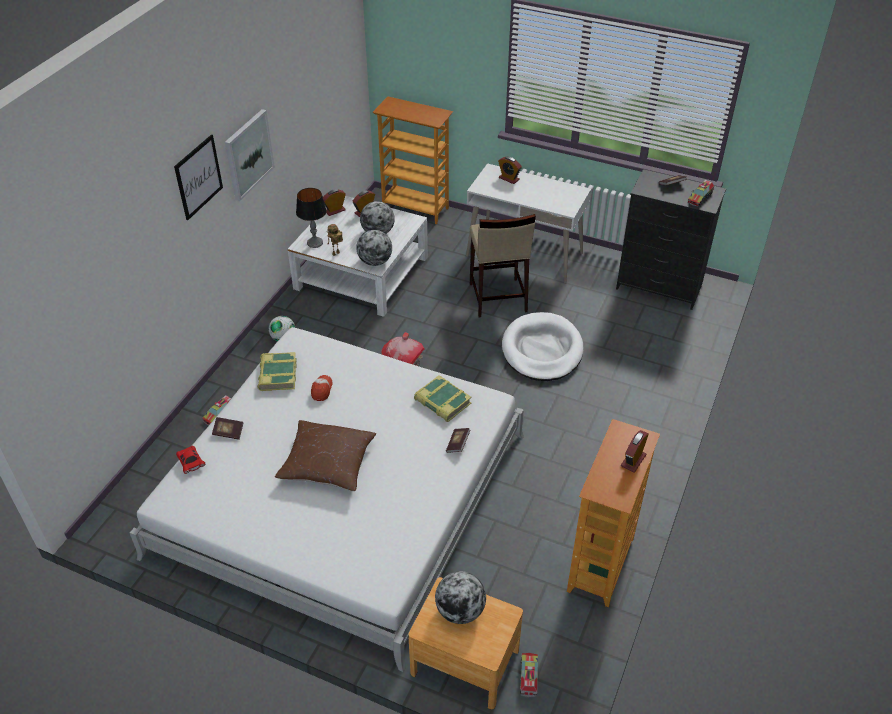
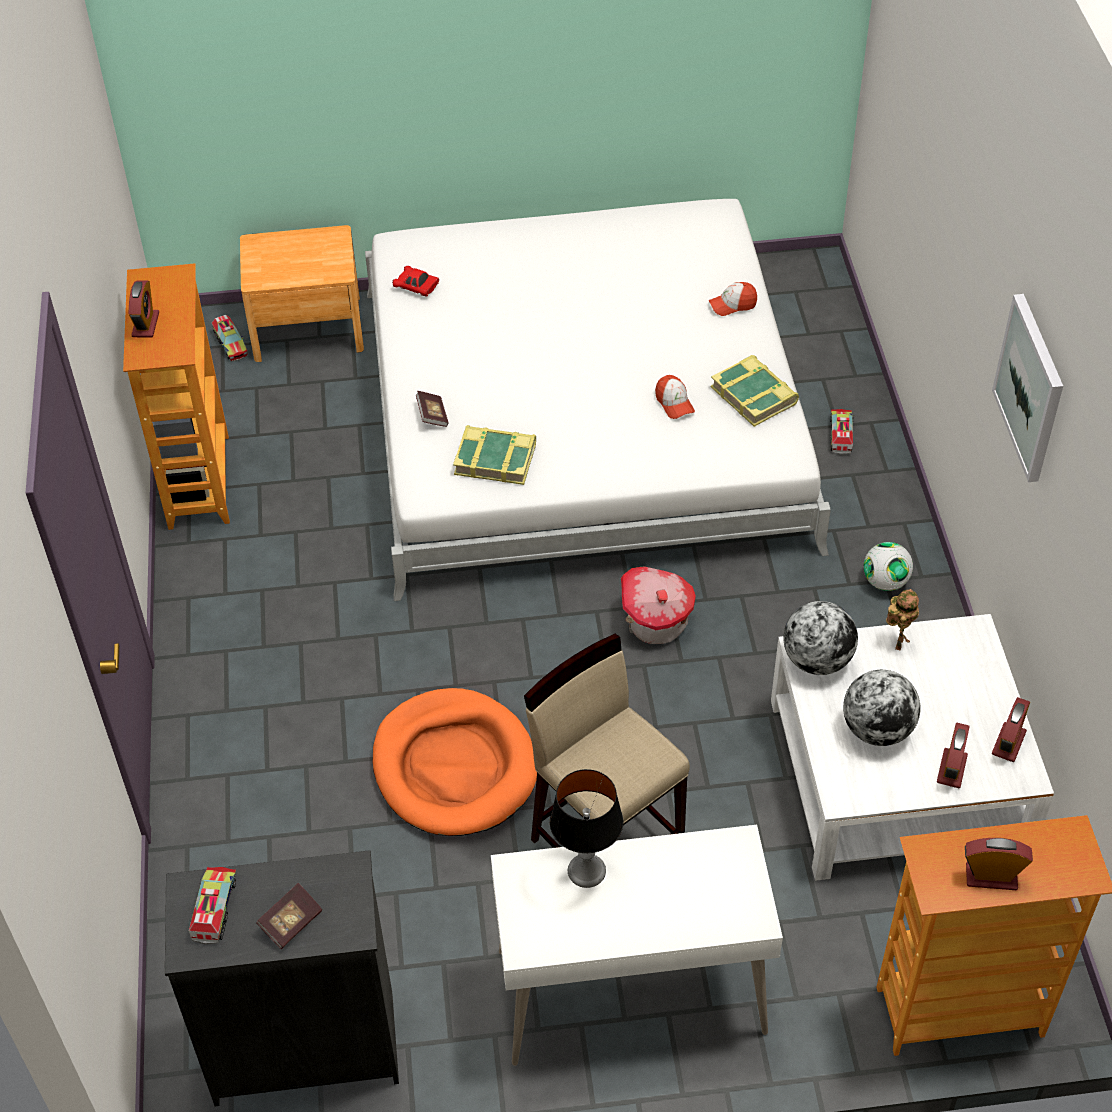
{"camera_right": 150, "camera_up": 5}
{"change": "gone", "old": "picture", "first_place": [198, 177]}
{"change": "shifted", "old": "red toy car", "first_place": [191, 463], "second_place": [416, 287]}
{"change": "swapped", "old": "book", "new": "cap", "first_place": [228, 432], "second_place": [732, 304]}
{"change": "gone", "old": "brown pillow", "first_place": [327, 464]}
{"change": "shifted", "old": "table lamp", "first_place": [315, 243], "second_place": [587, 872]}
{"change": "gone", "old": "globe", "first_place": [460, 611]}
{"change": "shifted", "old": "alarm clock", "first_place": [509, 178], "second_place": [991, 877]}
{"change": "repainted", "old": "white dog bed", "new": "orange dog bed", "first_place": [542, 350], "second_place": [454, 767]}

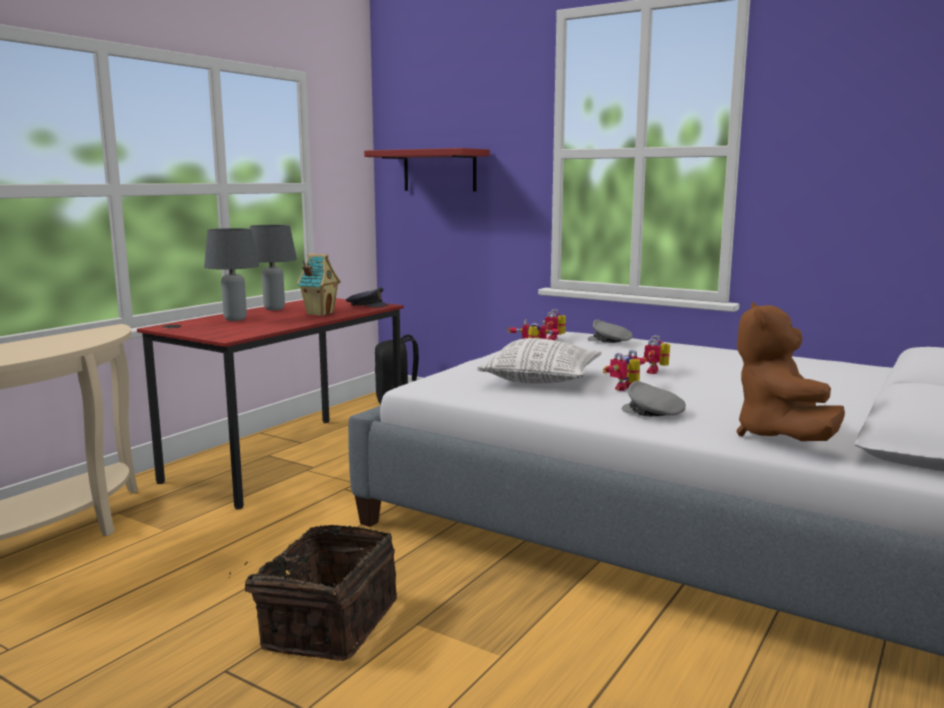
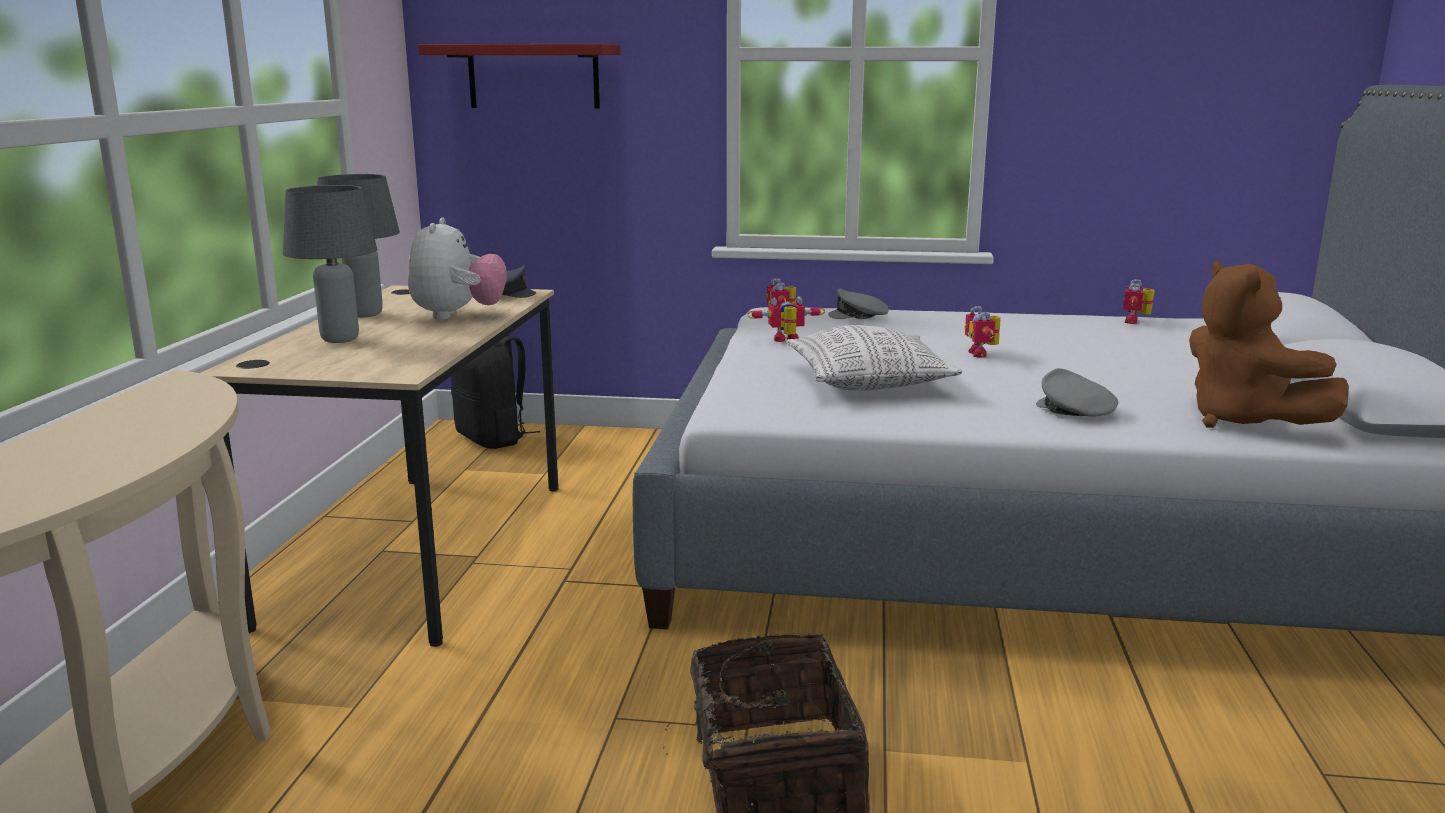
{"camera_right": -25, "camera_up": 5}
{"change": "repainted", "old": "red desk", "new": "beige desk", "first_place": [289, 458], "second_place": [423, 549]}
{"change": "swapped", "old": "toy house", "new": "plush toy", "first_place": [319, 313], "second_place": [458, 315]}
{"change": "shifted", "old": "toy robot", "first_place": [627, 389], "second_place": [1136, 321]}
{"change": "rotated", "old": "grey cap", "first_place": [652, 413], "second_place": [1073, 411], "degrees": 45}

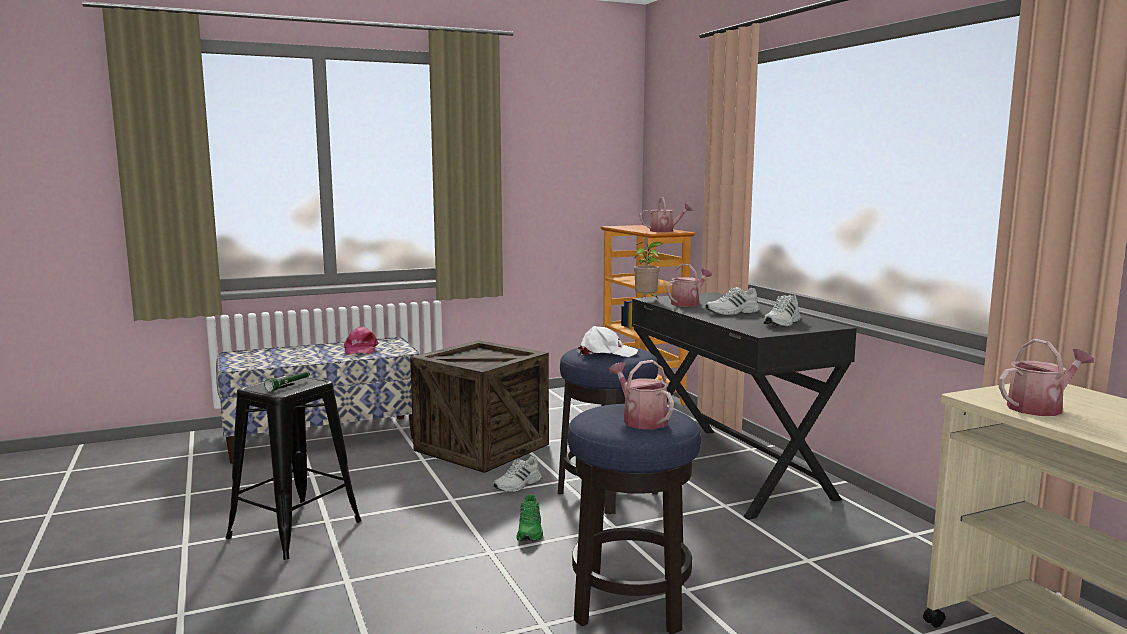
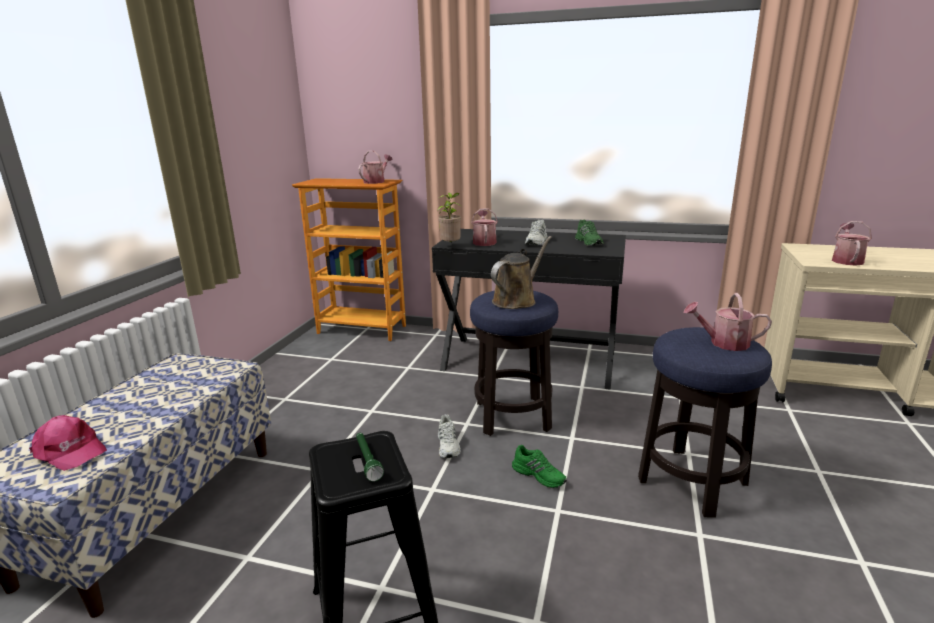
{"camera_right": -50, "camera_up": 10}
{"change": "shifted", "old": "pink cap", "first_place": [360, 350], "second_place": [70, 451]}
{"change": "gone", "old": "crate", "first_place": [482, 447]}
{"change": "swapped", "old": "white cap", "new": "brown watering can", "first_place": [606, 353], "second_place": [517, 300]}
{"change": "repainted", "old": "white shoe", "new": "green shoe", "first_place": [783, 323], "second_place": [589, 242]}

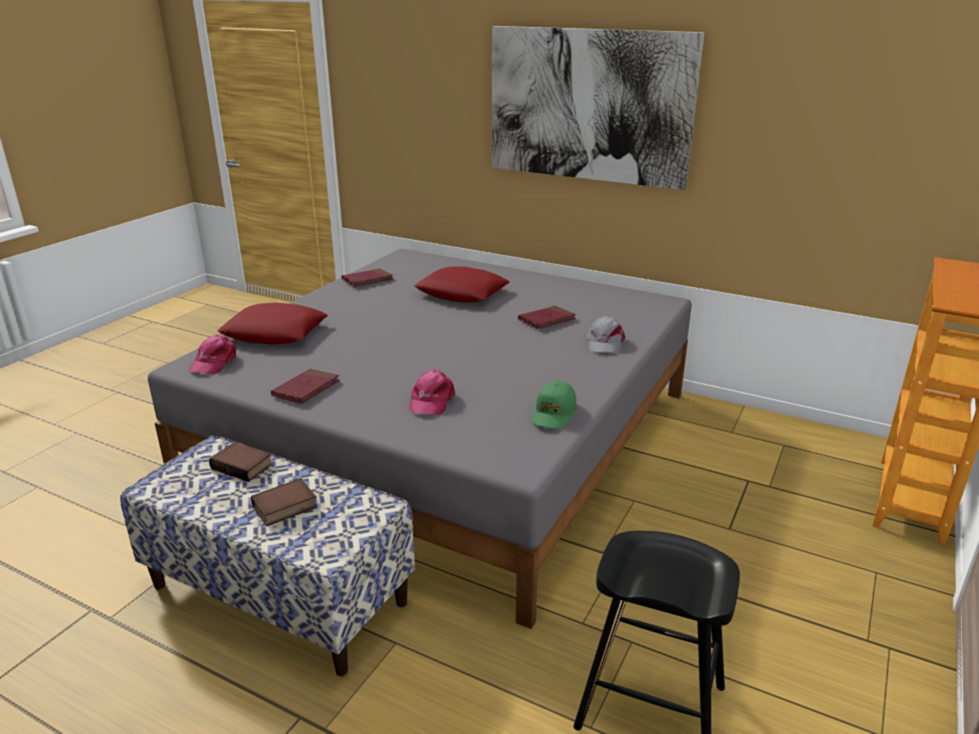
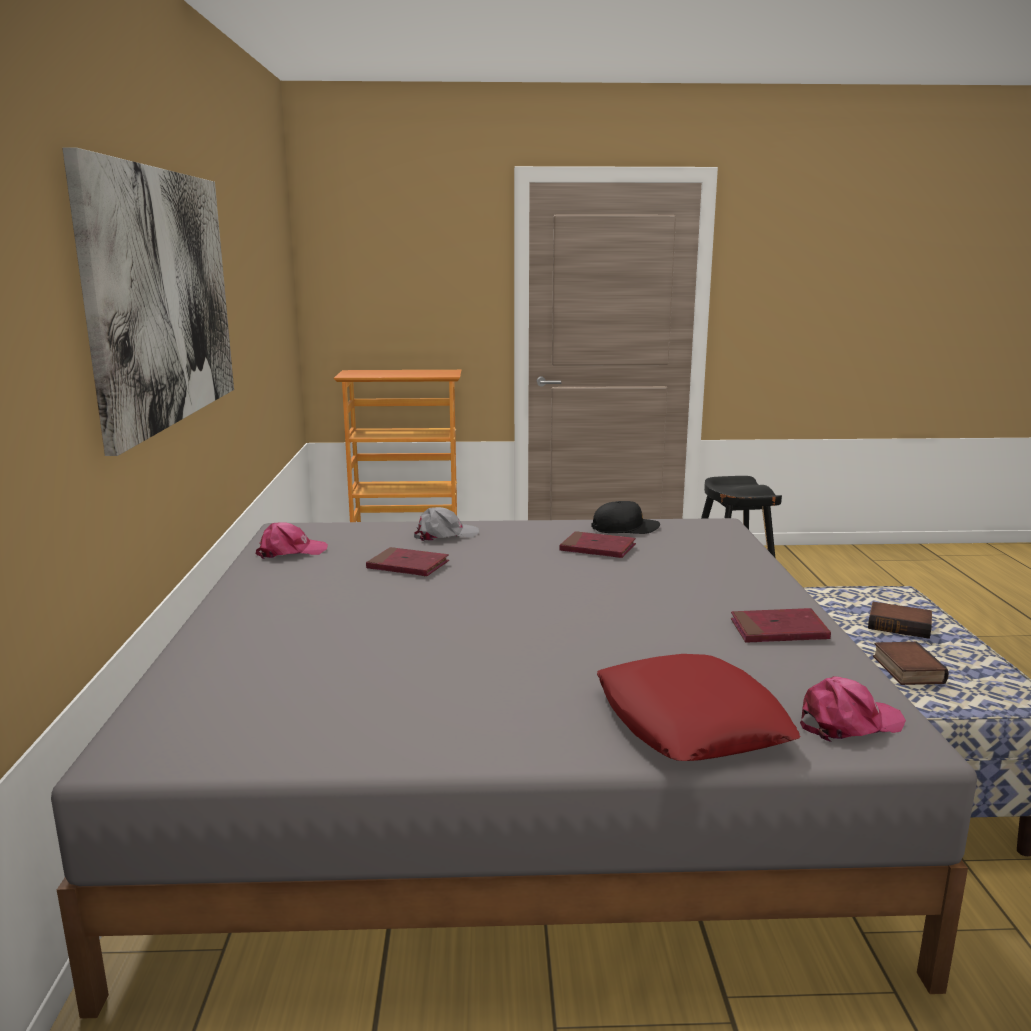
{"camera_right": -120, "camera_up": -10}
{"change": "shifted", "old": "red book", "first_place": [367, 280], "second_place": [597, 549]}
{"change": "shifted", "old": "pink cap", "first_place": [431, 400], "second_place": [290, 551]}
{"change": "gone", "old": "red pillow", "first_place": [462, 293]}
{"change": "repainted", "old": "green cap", "new": "black cap", "first_place": [554, 413], "second_place": [625, 528]}

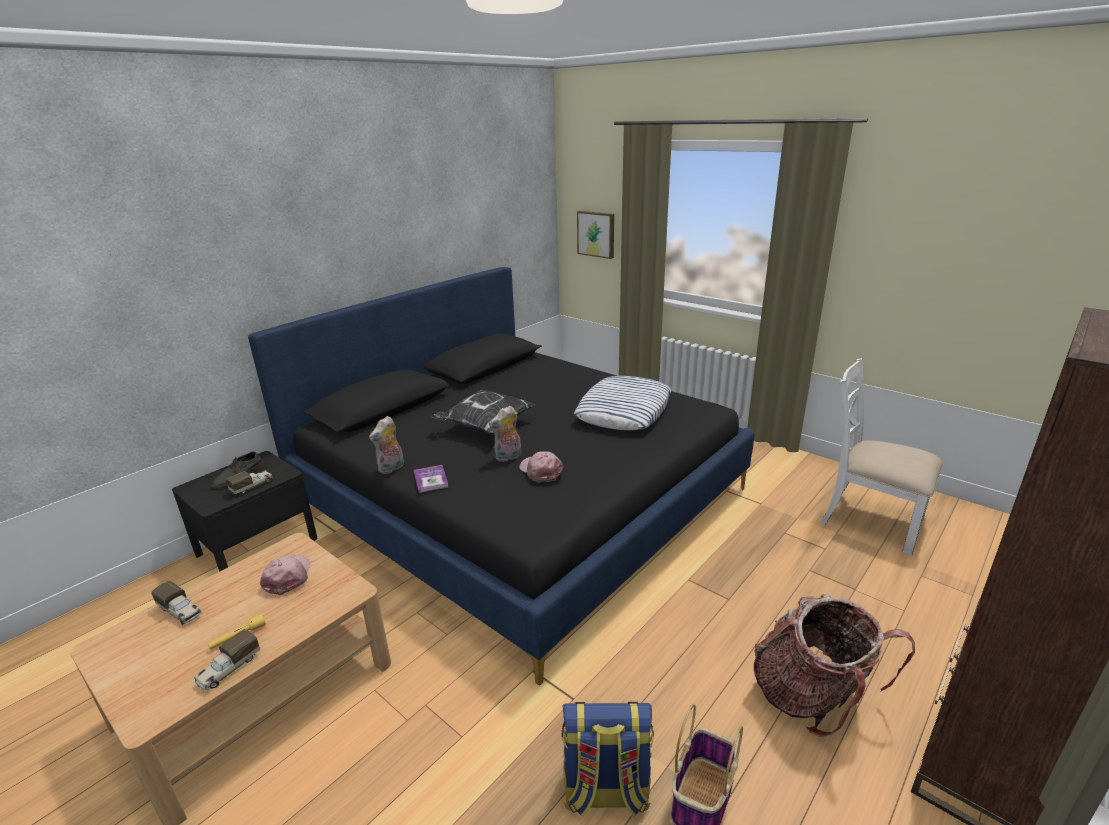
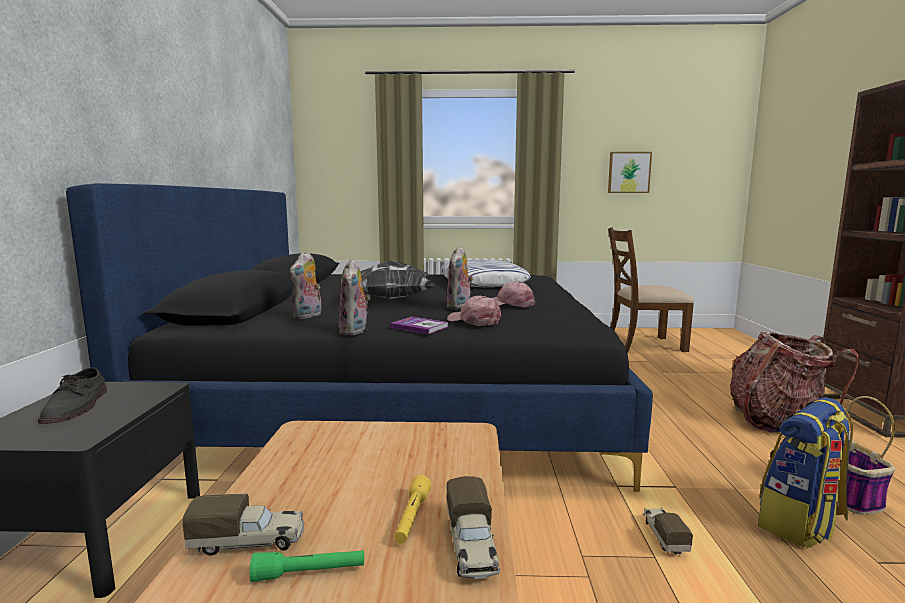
{"camera_right": -40, "camera_up": -15}
{"change": "shifted", "old": "toy truck", "first_place": [252, 486], "second_place": [664, 536]}
{"change": "shifted", "old": "pink cap", "first_place": [288, 577], "second_place": [474, 321]}
{"change": "shifted", "old": "picture", "first_place": [596, 234], "second_place": [628, 172]}
{"change": "repainted", "old": "white chair", "new": "brown chair", "first_place": [870, 520], "second_place": [644, 344]}
{"change": "new", "new": "green flashlight", "second_place": [309, 573]}
{"change": "new", "new": "plush toy", "second_place": [308, 316]}

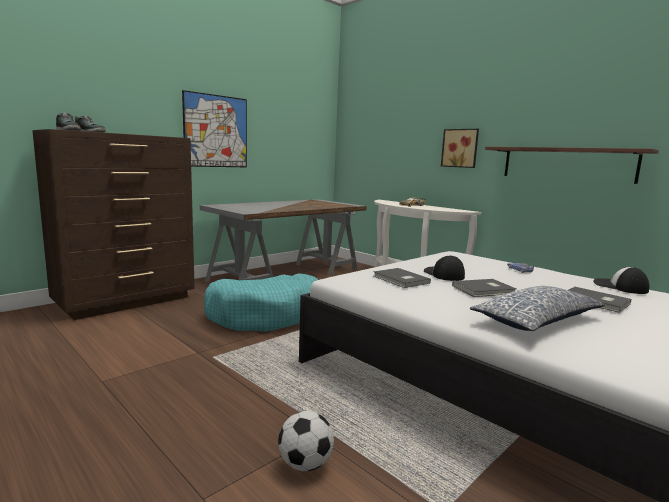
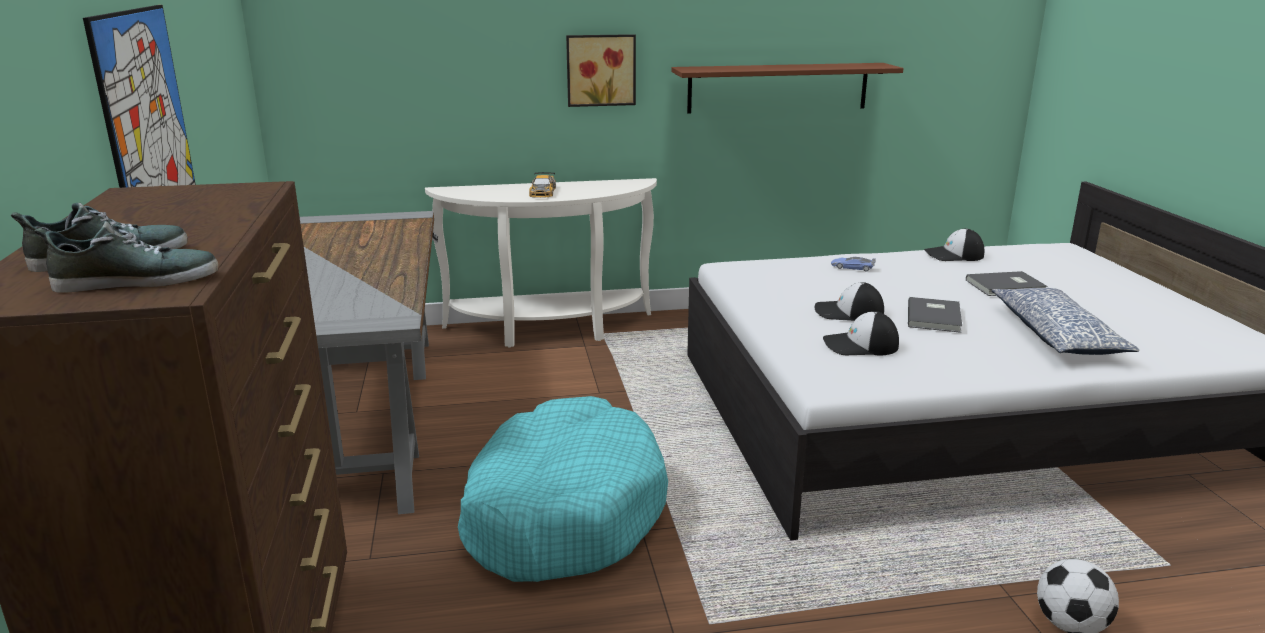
{"camera_right": -55, "camera_up": 10}
{"change": "swapped", "old": "grey book", "new": "cap", "first_place": [400, 280], "second_place": [860, 345]}

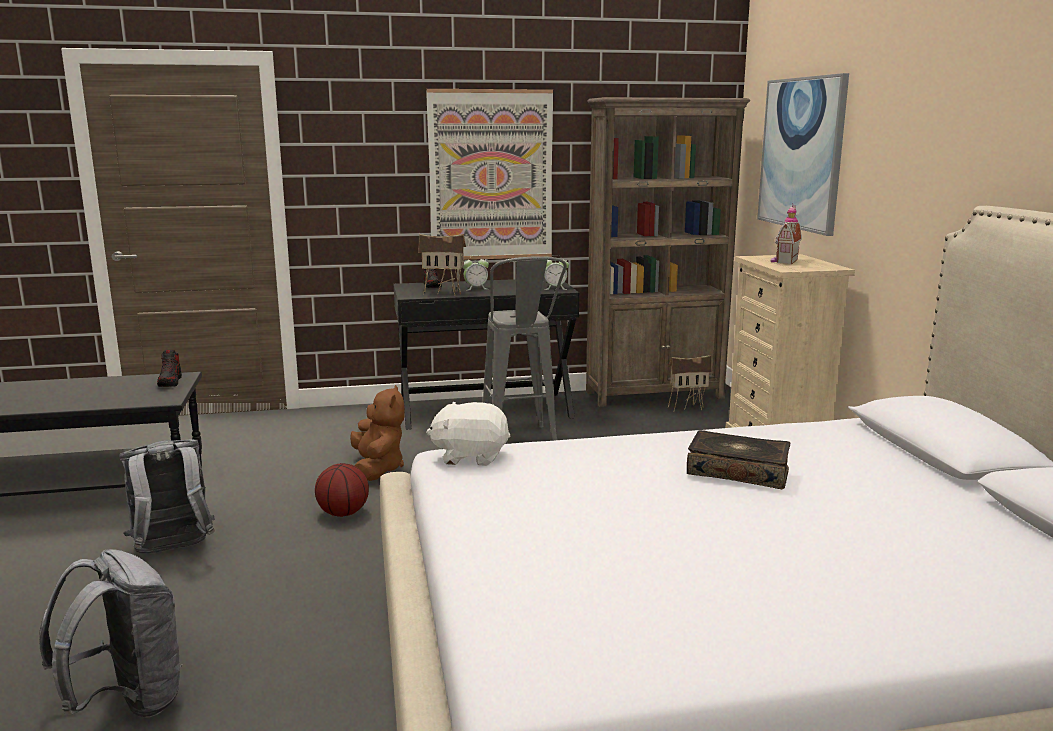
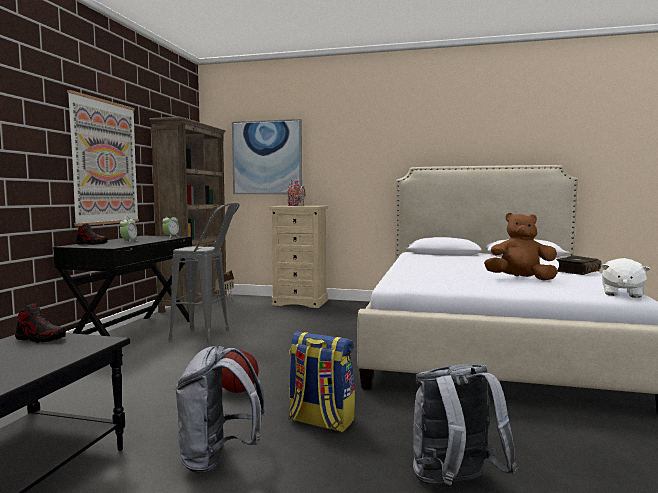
{"camera_right": -65, "camera_up": -10}
{"change": "shifted", "old": "brown plush toy", "first_place": [377, 469], "second_place": [520, 279]}
{"change": "gone", "old": "toy house", "first_place": [443, 293]}
{"change": "shifted", "old": "white plush toy", "first_place": [470, 456], "second_place": [621, 294]}
{"change": "shifted", "old": "book", "first_place": [738, 471], "second_place": [577, 271]}
{"change": "new", "new": "backpack", "second_place": [320, 421]}

